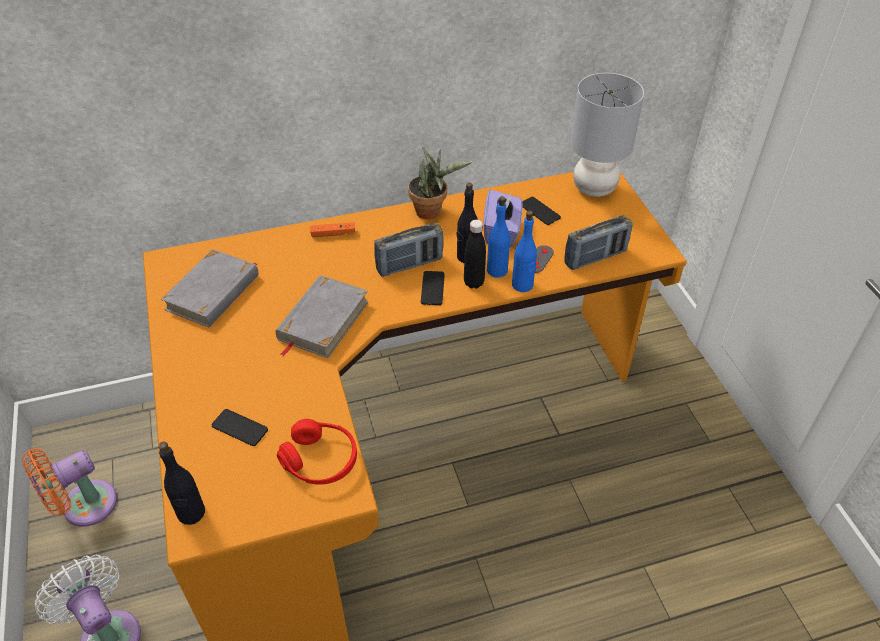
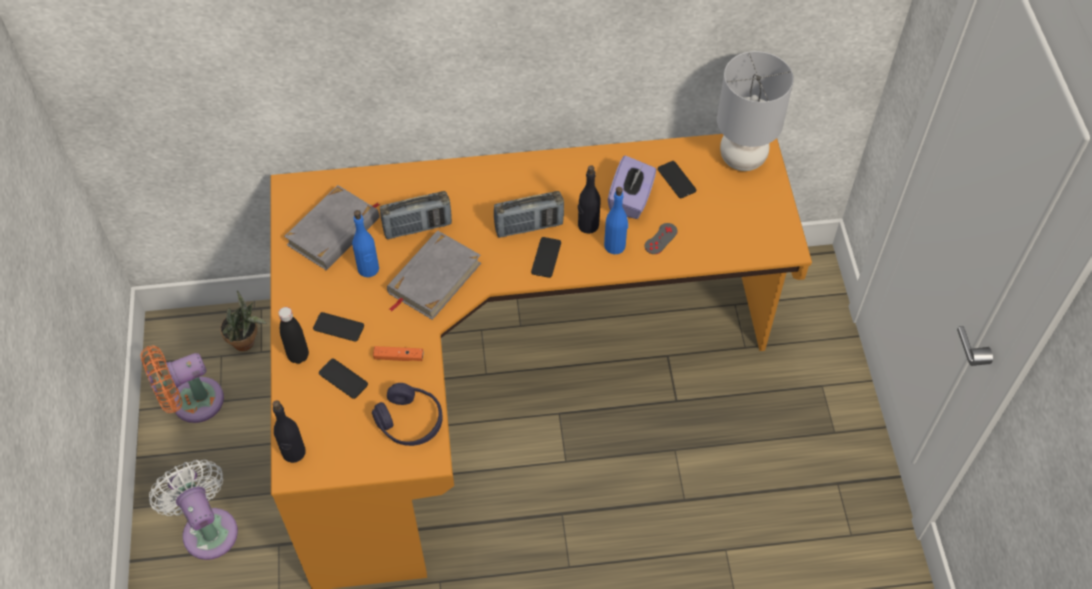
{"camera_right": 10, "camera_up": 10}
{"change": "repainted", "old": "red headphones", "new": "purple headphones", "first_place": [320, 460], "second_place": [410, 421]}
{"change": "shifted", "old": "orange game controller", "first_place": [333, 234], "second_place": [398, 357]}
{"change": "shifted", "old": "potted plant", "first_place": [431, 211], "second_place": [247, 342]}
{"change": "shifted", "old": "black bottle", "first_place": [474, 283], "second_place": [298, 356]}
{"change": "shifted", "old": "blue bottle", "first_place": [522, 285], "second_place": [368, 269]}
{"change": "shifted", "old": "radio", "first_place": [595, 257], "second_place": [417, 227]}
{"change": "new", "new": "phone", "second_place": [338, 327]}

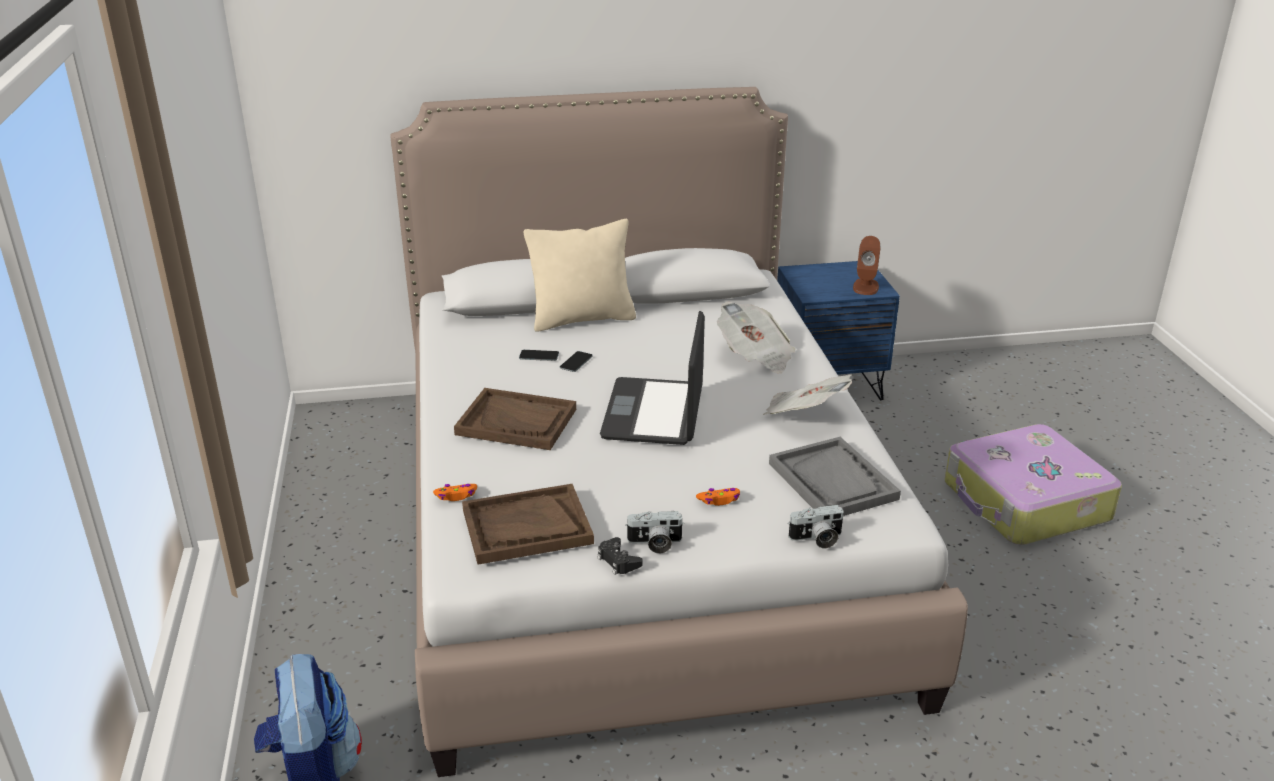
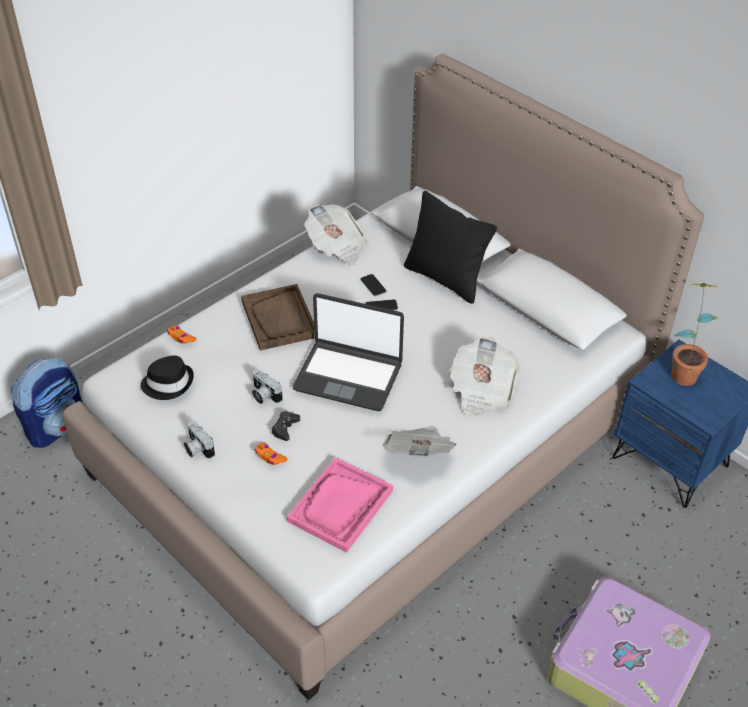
{"camera_right": 55, "camera_up": 15}
{"change": "swapped", "old": "brown tray", "new": "black hat", "first_place": [526, 527], "second_place": [168, 383]}
{"change": "repainted", "old": "beige pillow", "new": "black pillow", "first_place": [582, 319], "second_place": [445, 279]}
{"change": "shifted", "old": "black game controller", "first_place": [618, 561], "second_place": [285, 428]}
{"change": "rotated", "old": "laptop", "first_place": [654, 413], "second_place": [348, 376], "degrees": -135}
{"change": "repainted", "old": "grey tray", "new": "pink tray", "first_place": [833, 481], "second_place": [340, 506]}
{"change": "shifted", "old": "photo camera", "first_place": [817, 539], "second_place": [264, 395]}
{"change": "gone", "old": "brown speaker", "first_place": [865, 287]}
{"change": "new", "new": "newspaper", "second_place": [336, 247]}
{"change": "new", "new": "potted plant", "second_place": [683, 370]}

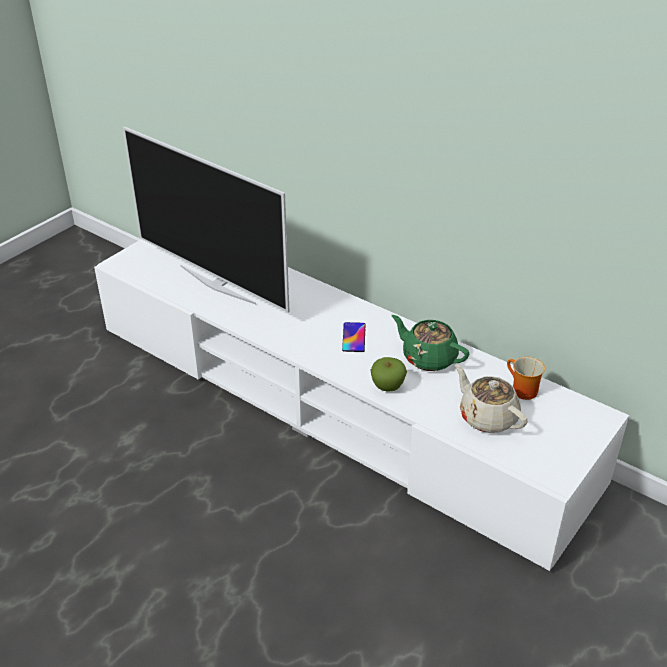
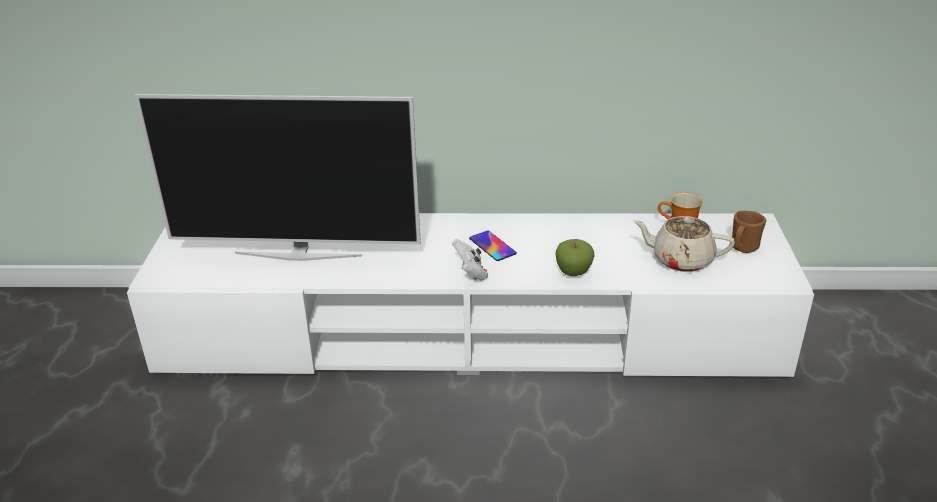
{"camera_right": -35, "camera_up": -5}
{"change": "gone", "old": "green teapot", "first_place": [428, 358]}
{"change": "new", "new": "white game controller", "second_place": [471, 272]}
{"change": "new", "new": "brown mug", "second_place": [742, 248]}

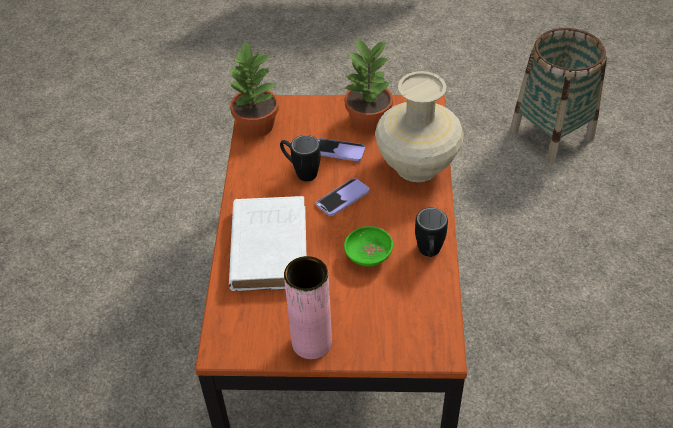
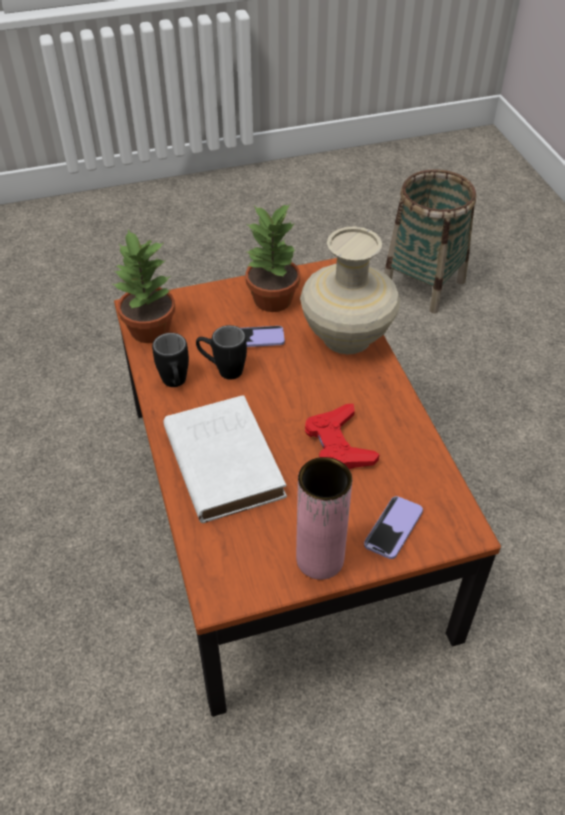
{"camera_right": -20, "camera_up": 0}
{"change": "shifted", "old": "phone", "first_place": [343, 198], "second_place": [393, 528]}
{"change": "swapped", "old": "green bowl", "new": "red game controller", "first_place": [368, 255], "second_place": [338, 445]}
{"change": "shifted", "old": "black mug", "first_place": [429, 254], "second_place": [175, 385]}

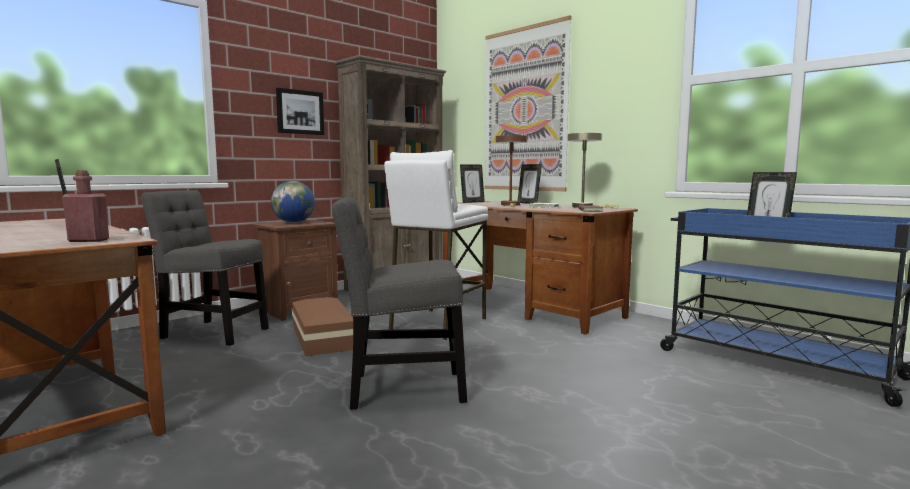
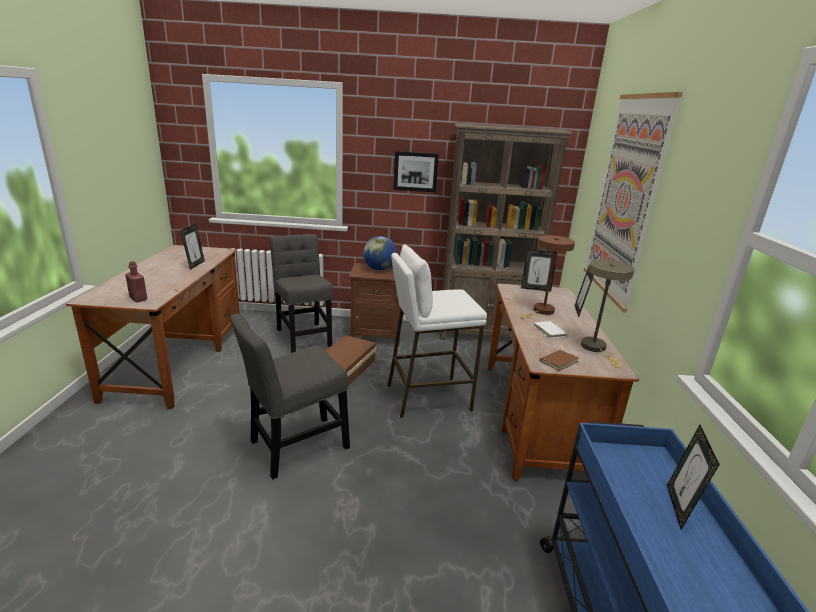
{"camera_right": 45, "camera_up": 15}
{"change": "rotated", "old": "grey chair", "first_place": [400, 389], "second_place": [295, 447], "degrees": -75}

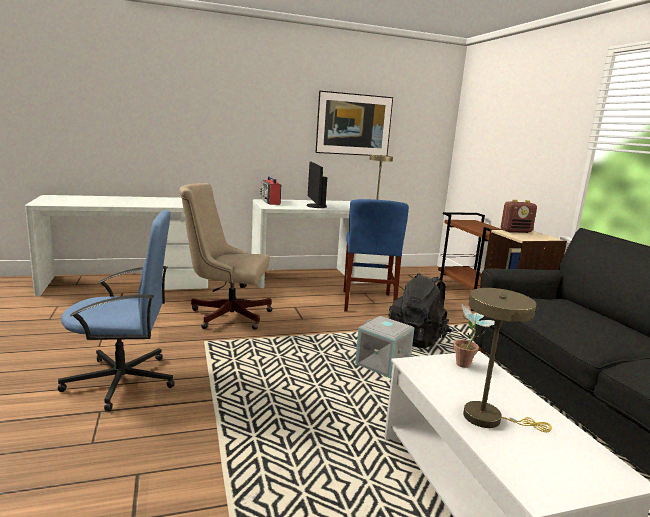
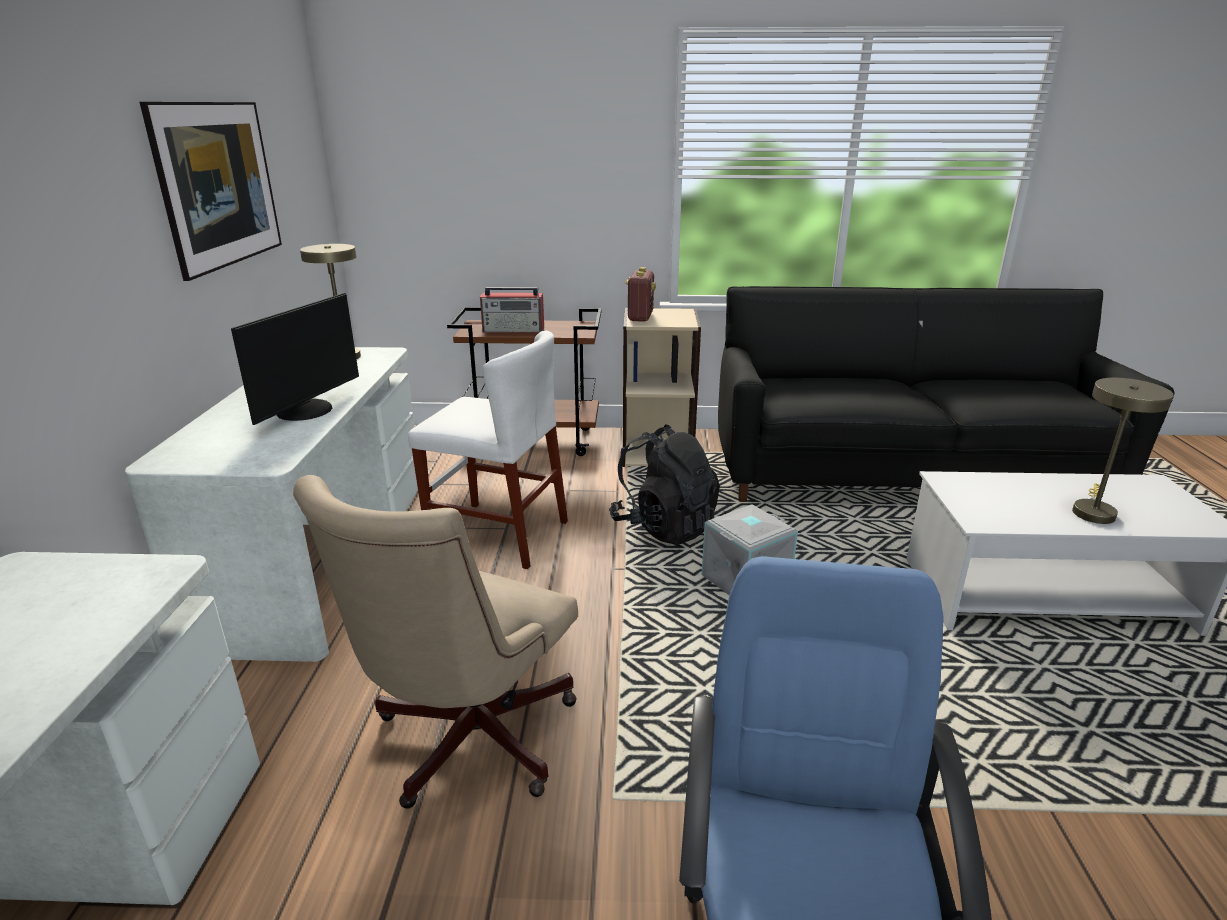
{"camera_right": -70, "camera_up": 10}
{"change": "shifted", "old": "radio", "first_place": [270, 202], "second_place": [514, 330]}
{"change": "rotated", "old": "monitor", "first_place": [315, 206], "second_place": [307, 411], "degrees": -75}
{"change": "repainted", "old": "blue chair", "new": "white chair", "first_place": [368, 302], "second_place": [498, 534]}
{"change": "gone", "old": "potted plant", "first_place": [467, 366]}

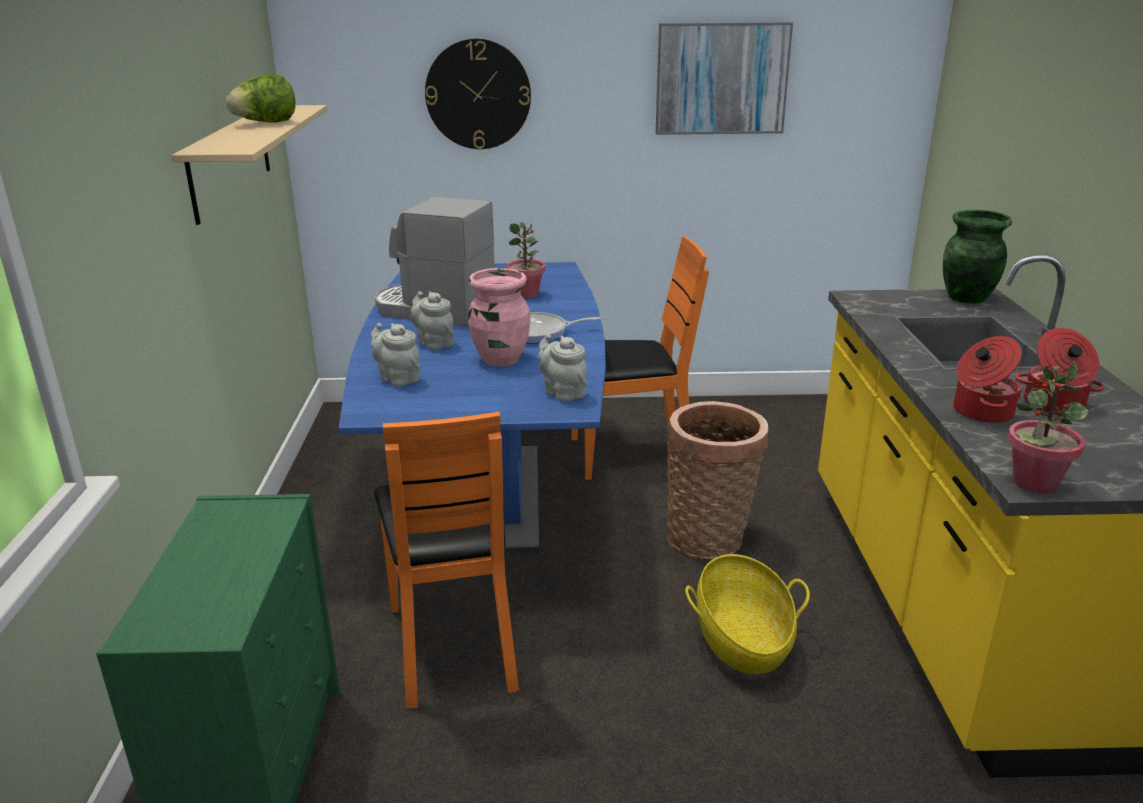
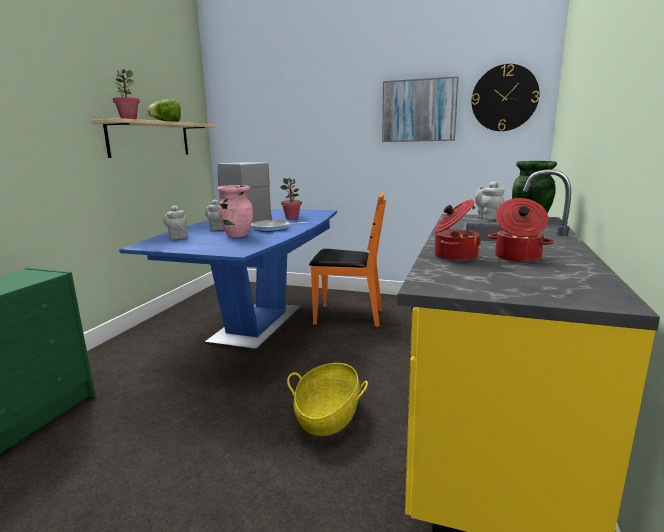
{"camera_right": 20, "camera_up": -10}
{"change": "gone", "old": "orange chair", "first_place": [454, 645]}
{"change": "shifted", "old": "wall clock", "first_place": [478, 94], "second_place": [504, 98]}
{"change": "shifted", "old": "grey teapot", "first_place": [563, 392], "second_place": [488, 217]}
{"change": "gone", "old": "basket", "first_place": [710, 538]}
{"change": "shifted", "old": "potted plant", "first_place": [1034, 483], "second_place": [128, 119]}

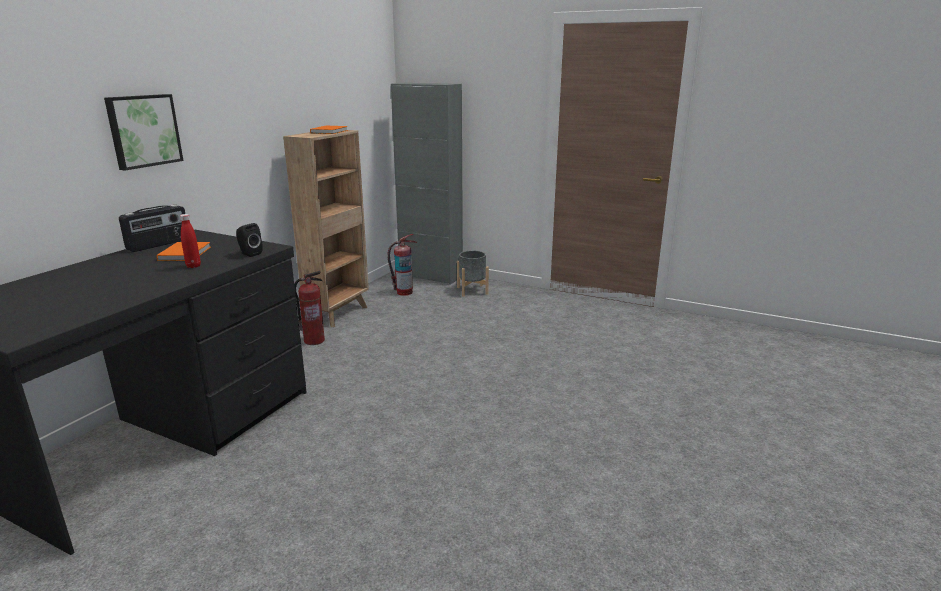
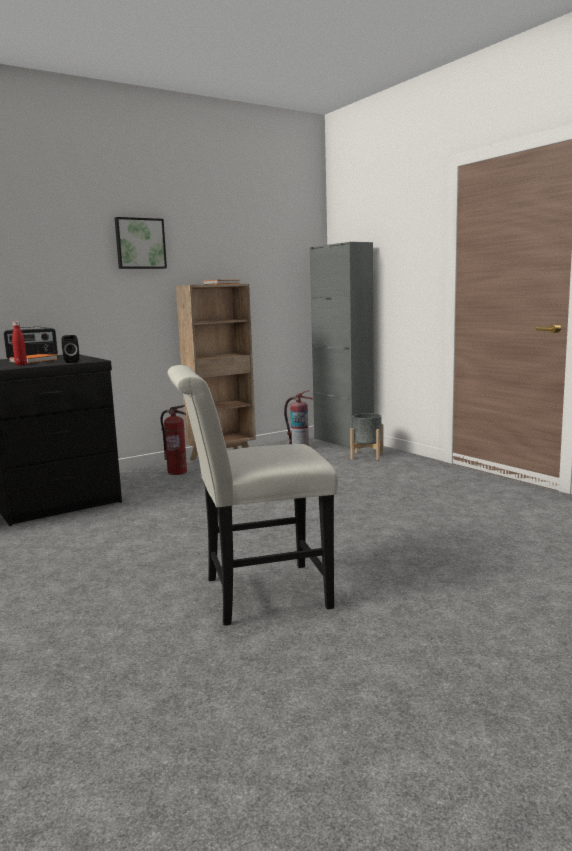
{"camera_right": 30, "camera_up": -10}
{"change": "shifted", "old": "picture", "first_place": [143, 131], "second_place": [140, 243]}
{"change": "new", "new": "white chair", "second_place": [256, 594]}

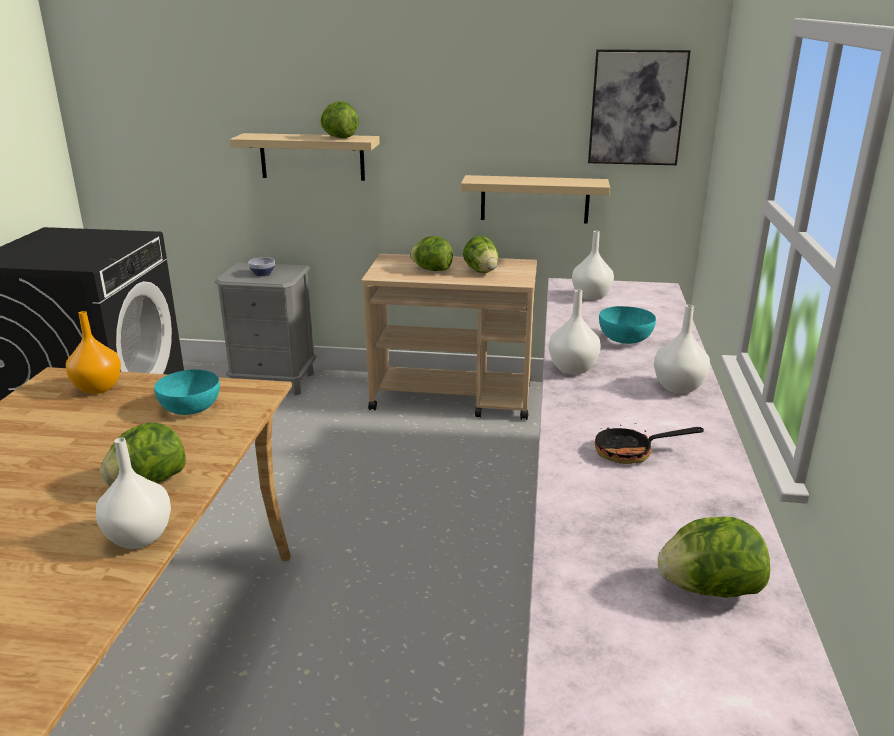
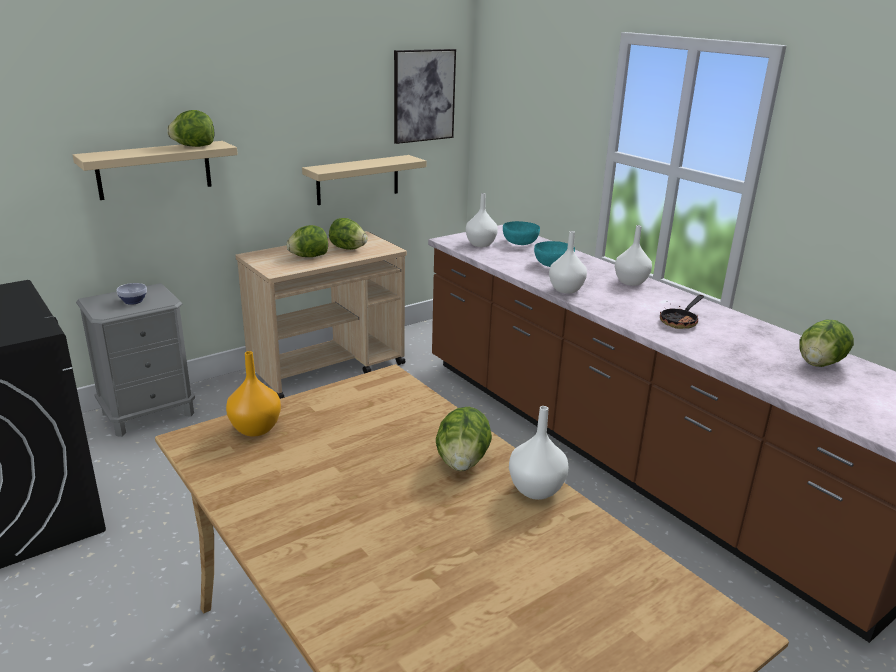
{"camera_right": -45, "camera_up": 0}
{"change": "shifted", "old": "turquoise bowl", "first_place": [189, 407], "second_place": [519, 242]}

